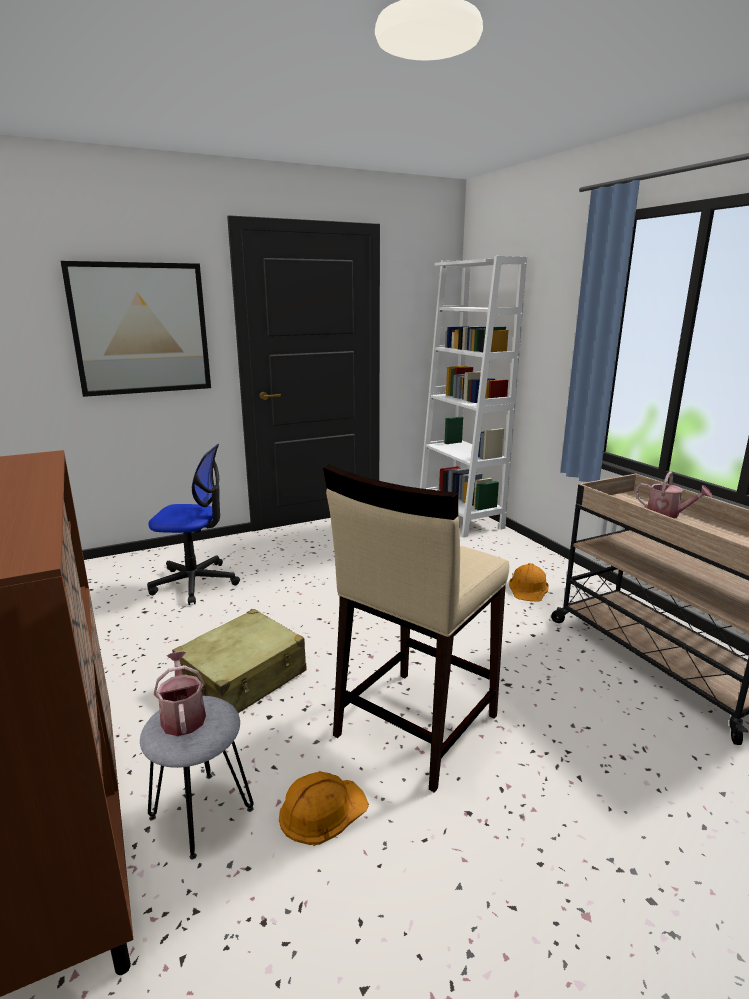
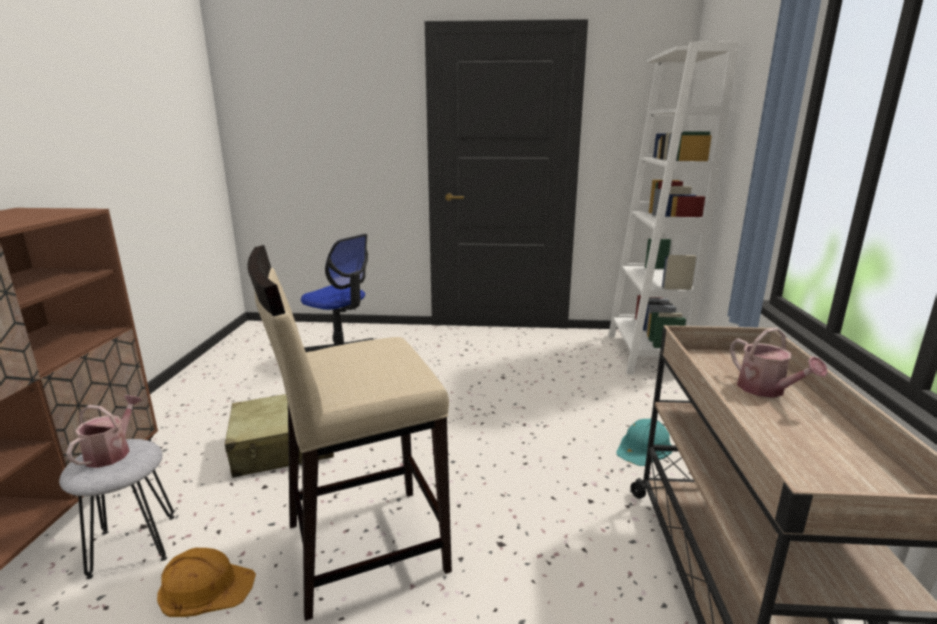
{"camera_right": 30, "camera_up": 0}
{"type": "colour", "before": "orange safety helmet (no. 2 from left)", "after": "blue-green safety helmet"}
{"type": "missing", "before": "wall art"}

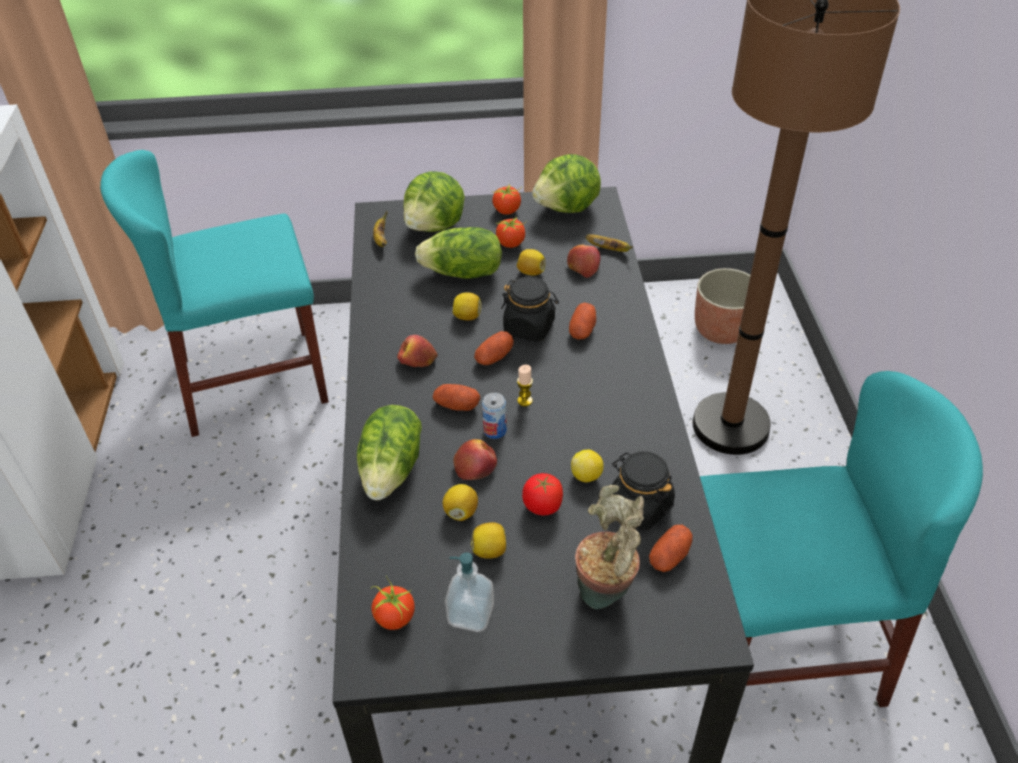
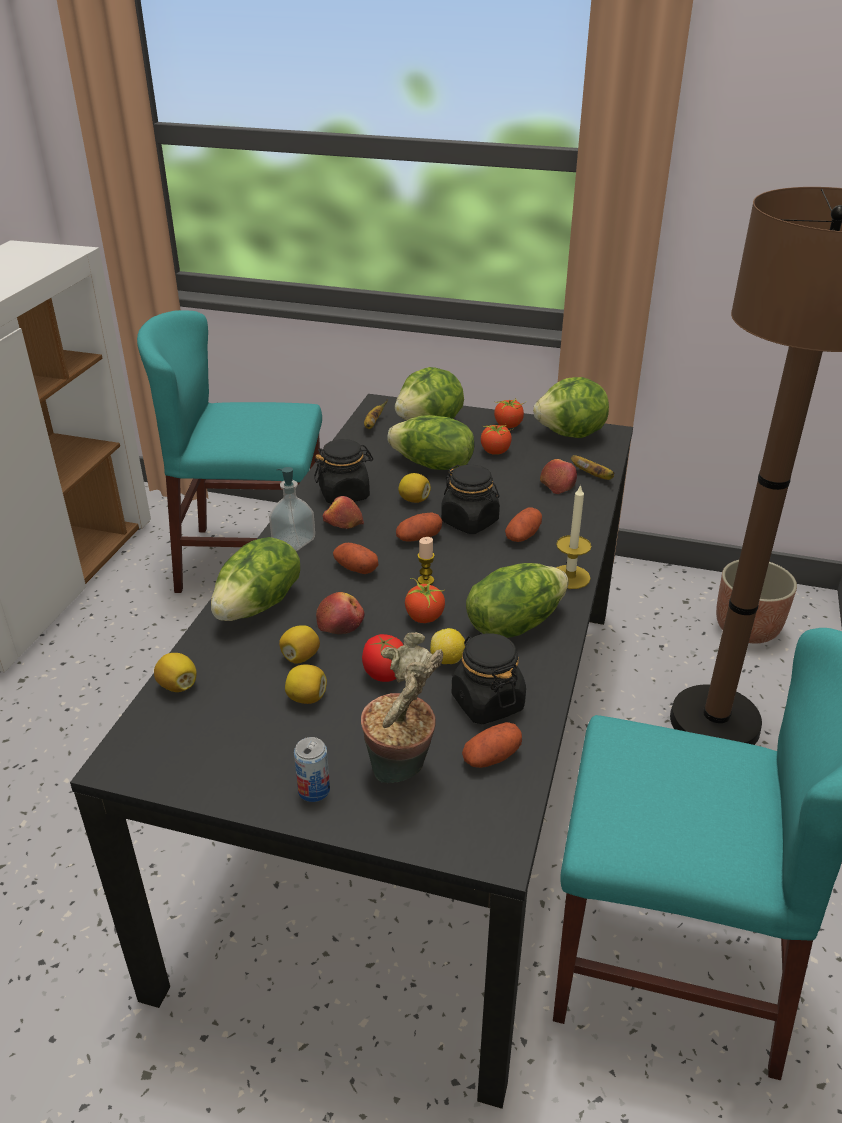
{"camera_right": 20, "camera_up": -10}
{"type": "relocated", "before": "whole lemon (no. 4 from left in the first image)", "after": "whole lemon (no. 1 from left)"}
{"type": "relocated", "before": "soap dispenser"}
{"type": "relocated", "before": "metal can"}
{"type": "appeared", "after": "black preserve jar (no. 1 from left)"}
{"type": "relocated", "before": "tomato (no. 1 from left in the first image)", "after": "tomato (no. 2 from left)"}
{"type": "appeared", "after": "lettuce head (no. 4 from left)"}
{"type": "appeared", "after": "candle (no. 2 from left)"}

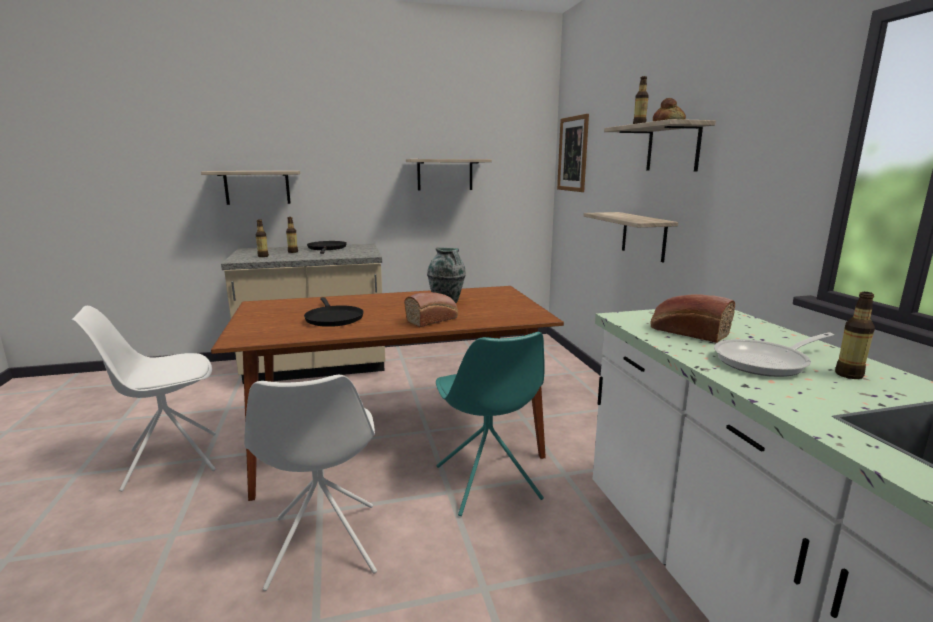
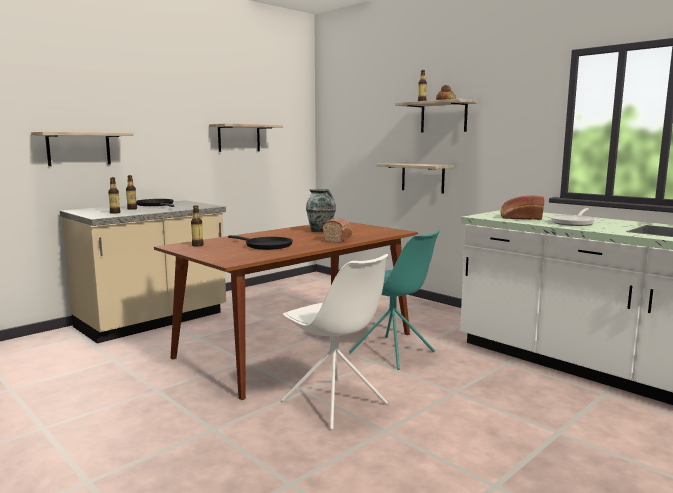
{"camera_right": -30, "camera_up": -5}
{"type": "relocated", "before": "bottle (no. 4 from left in the first image)", "after": "bottle (no. 3 from left)"}
{"type": "missing", "before": "whitish plain chair (no. 1 from left)"}
{"type": "missing", "before": "wall art"}

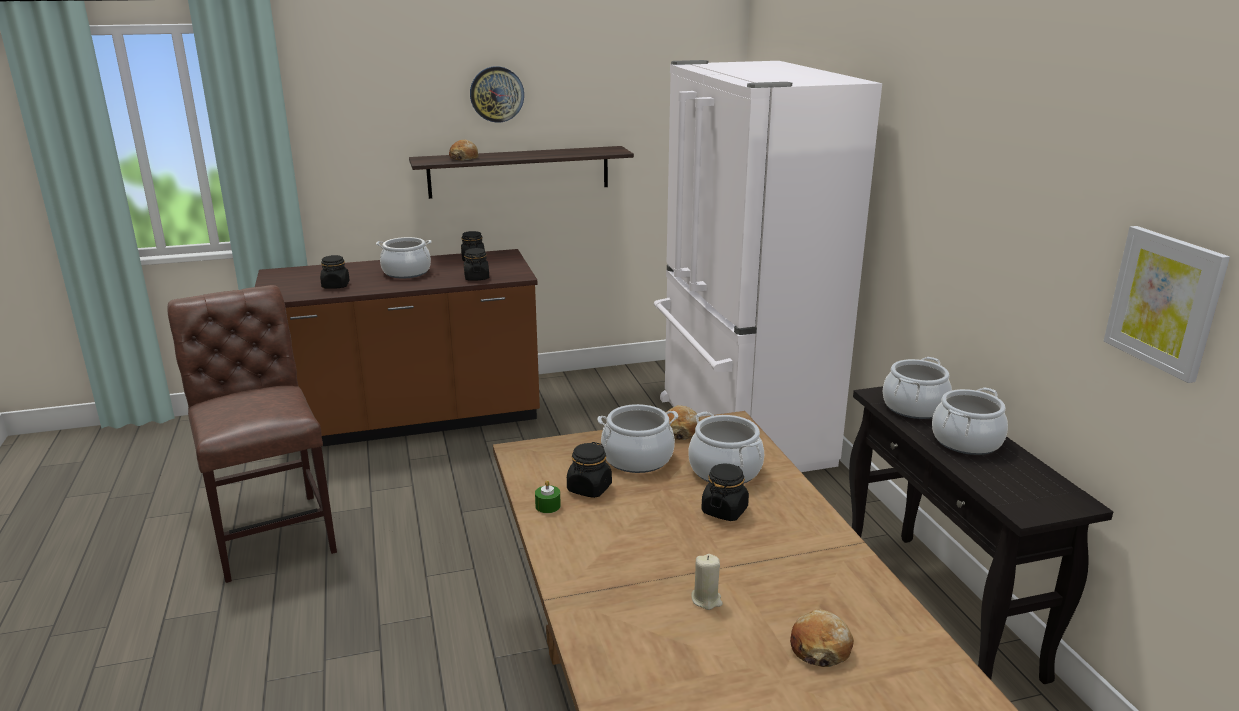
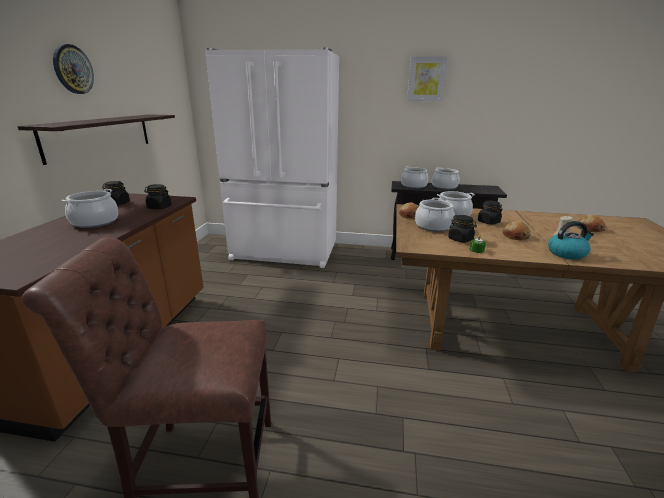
{"camera_right": -65, "camera_up": 0}
{"type": "relocated", "before": "wall art"}
{"type": "relocated", "before": "baked bread (no. 1 from left in the first image)", "after": "baked bread (no. 2 from left)"}
{"type": "appeared", "after": "tea kettle"}
{"type": "missing", "before": "black preserve jar (no. 1 from left)"}

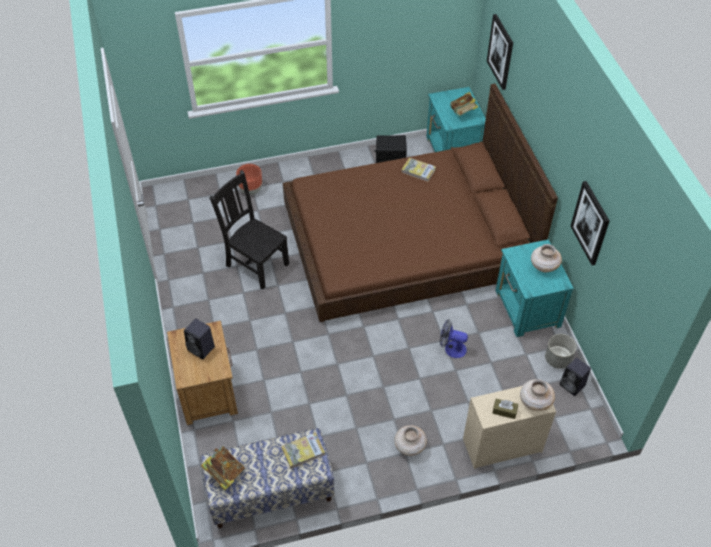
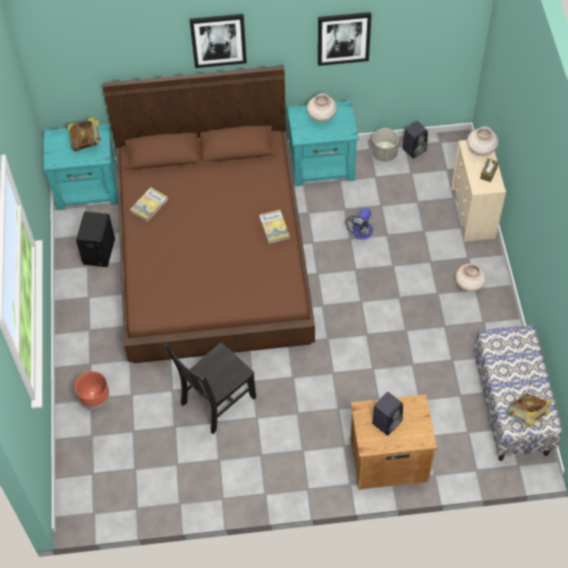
{"camera_right": -80, "camera_up": 5}
{"type": "relocated", "before": "wall art (no. 1 from left)"}
{"type": "relocated", "before": "book (no. 2 from left in the first image)", "after": "book (no. 3 from left)"}

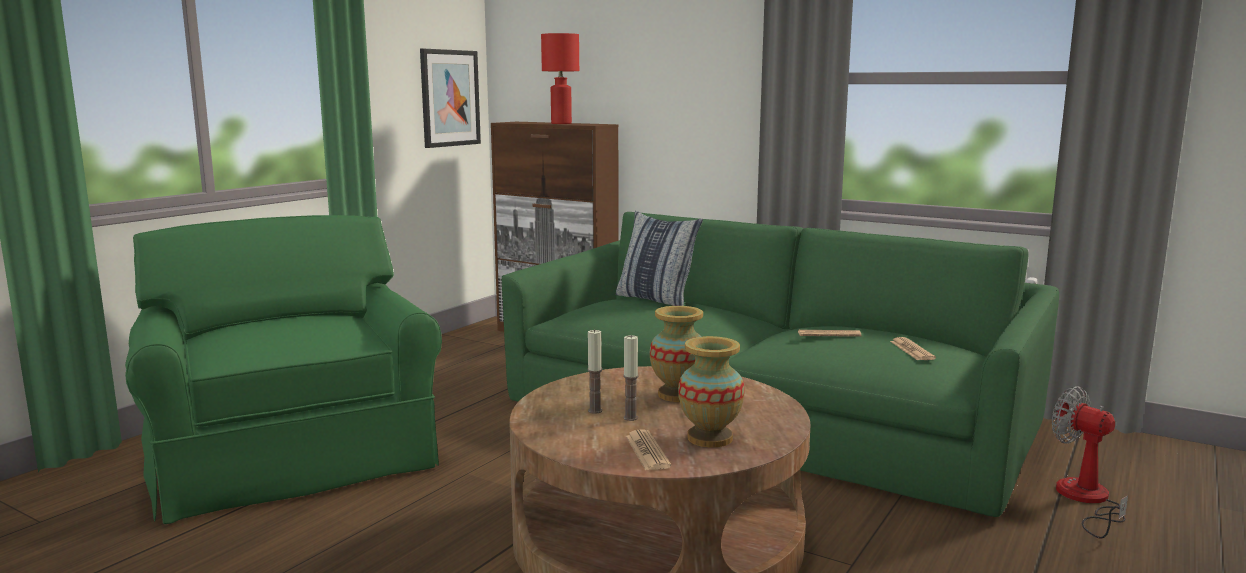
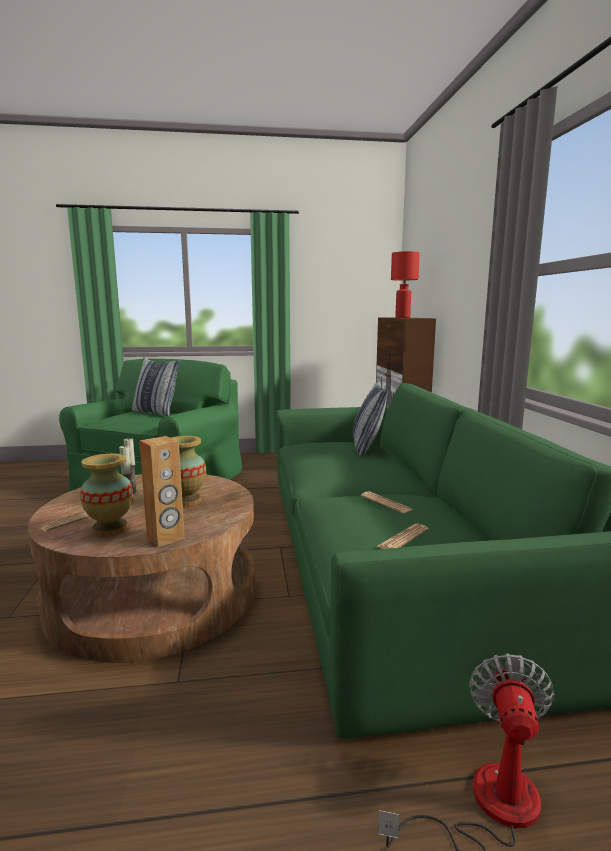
{"camera_right": 50, "camera_up": 0}
{"type": "appeared", "after": "pillow (no. 1 from left)"}
{"type": "appeared", "after": "brownish speaker"}
{"type": "missing", "before": "wall art"}

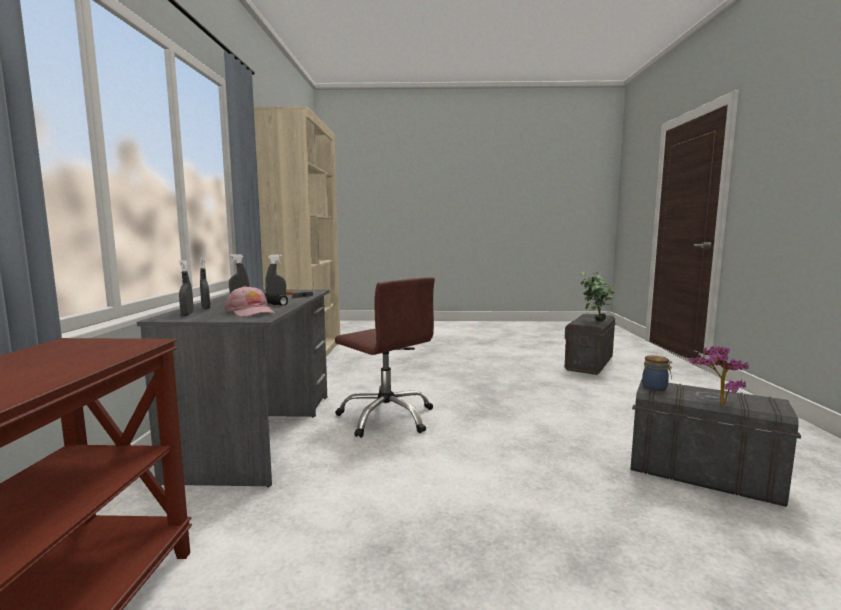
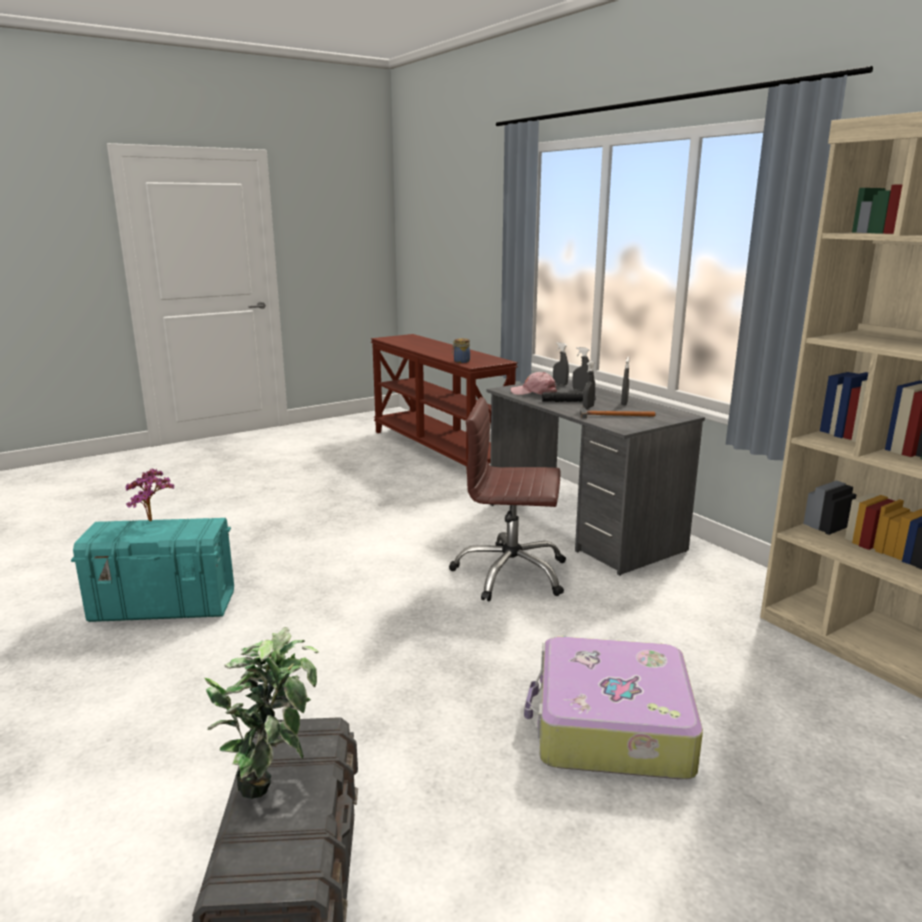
{"camera_right": 145, "camera_up": 10}
{"type": "colour", "before": "grey storage box (no. 2 from left)", "after": "blue-green storage box"}
{"type": "relocated", "before": "preserve jar"}
{"type": "appeared", "after": "suitcase"}

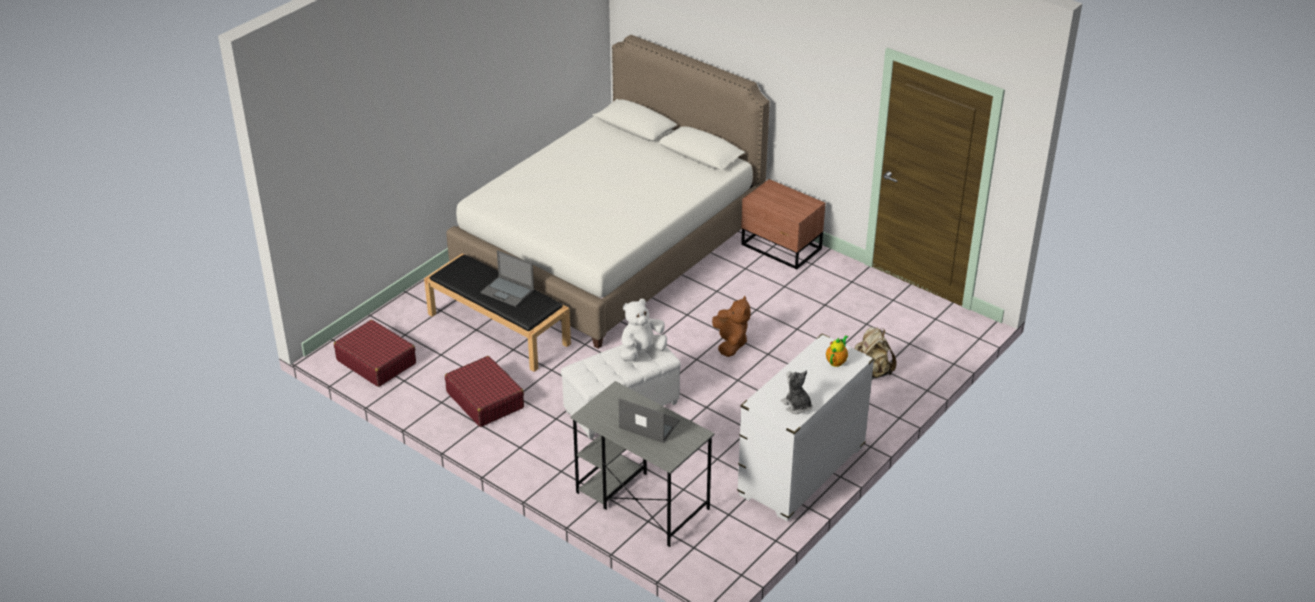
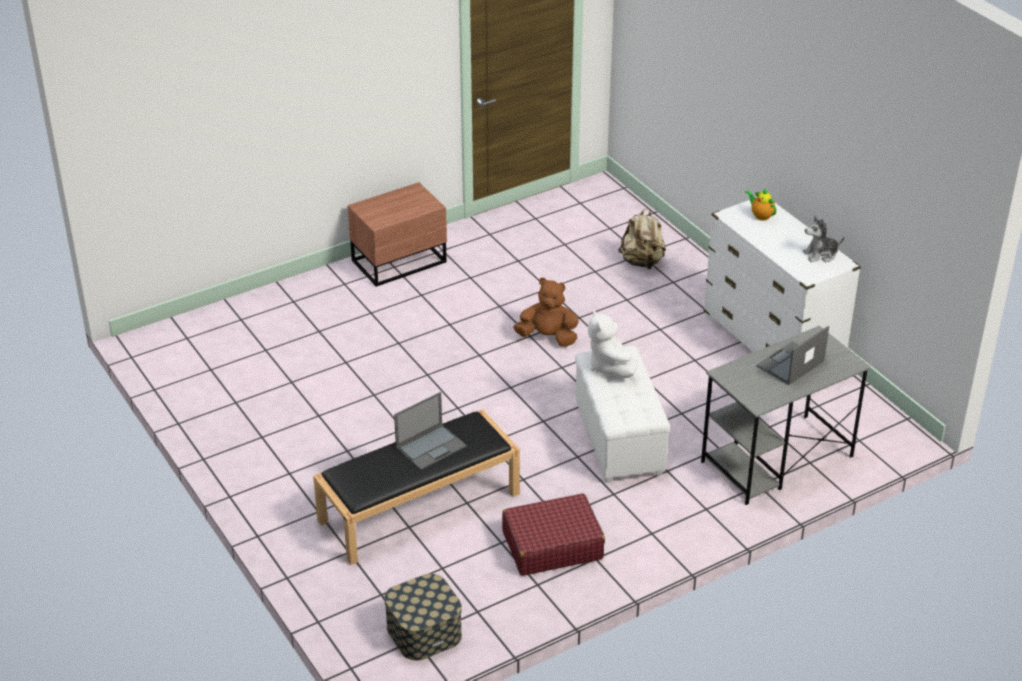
{"camera_right": -70, "camera_up": 0}
{"type": "exchanged", "before": "red-coloured suitcase (no. 1 from left)", "after": "storage box"}
{"type": "missing", "before": "whitish bed"}

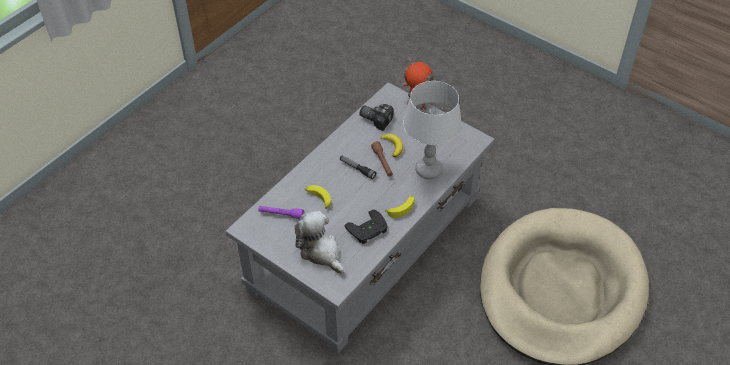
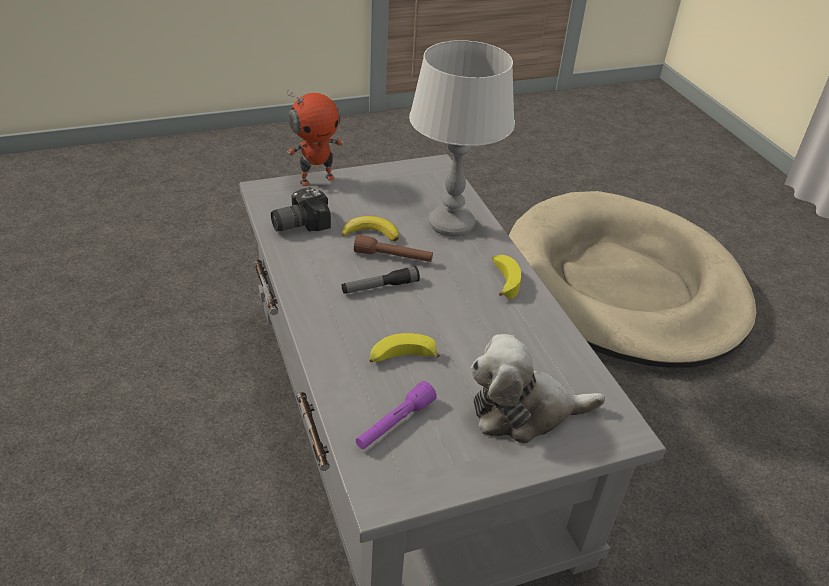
{"camera_right": -60, "camera_up": -10}
{"type": "missing", "before": "black game controller"}

